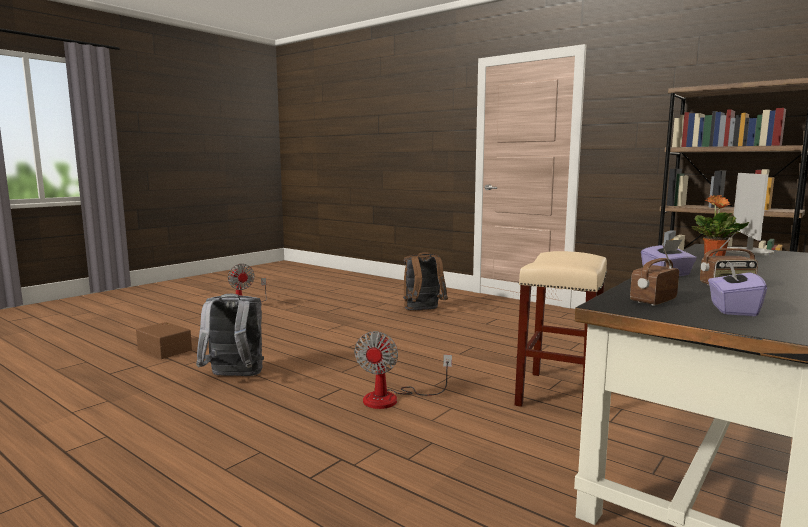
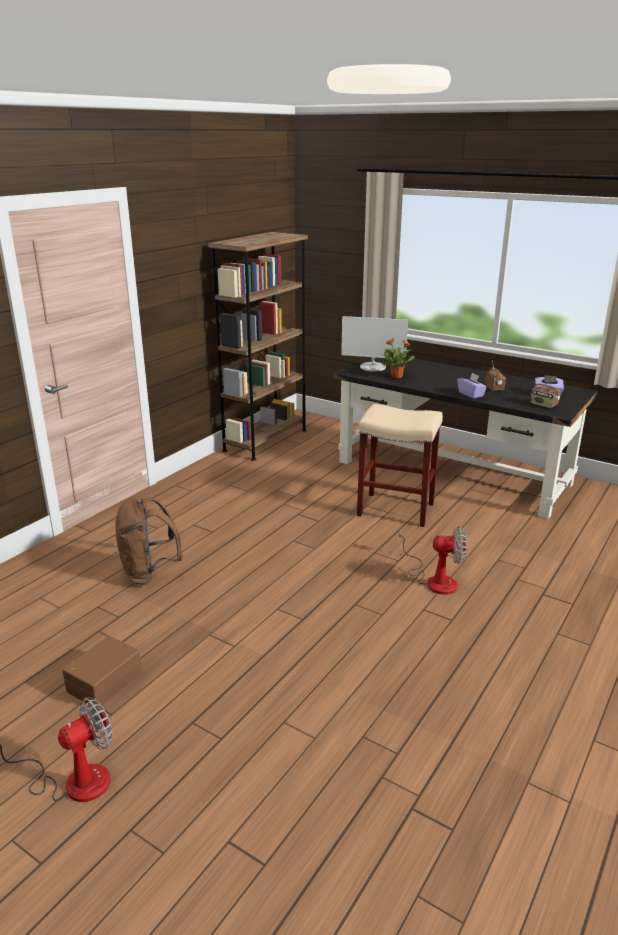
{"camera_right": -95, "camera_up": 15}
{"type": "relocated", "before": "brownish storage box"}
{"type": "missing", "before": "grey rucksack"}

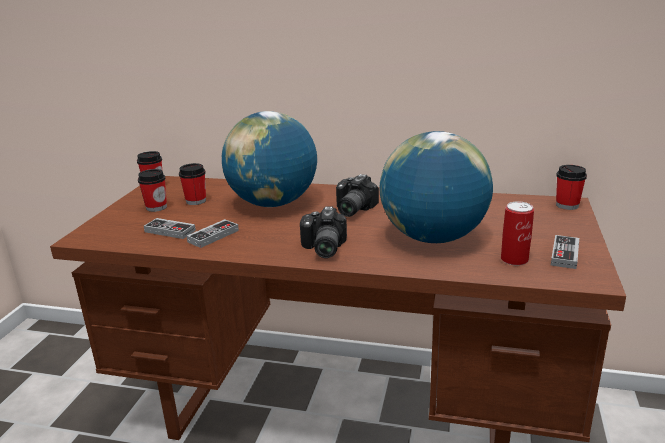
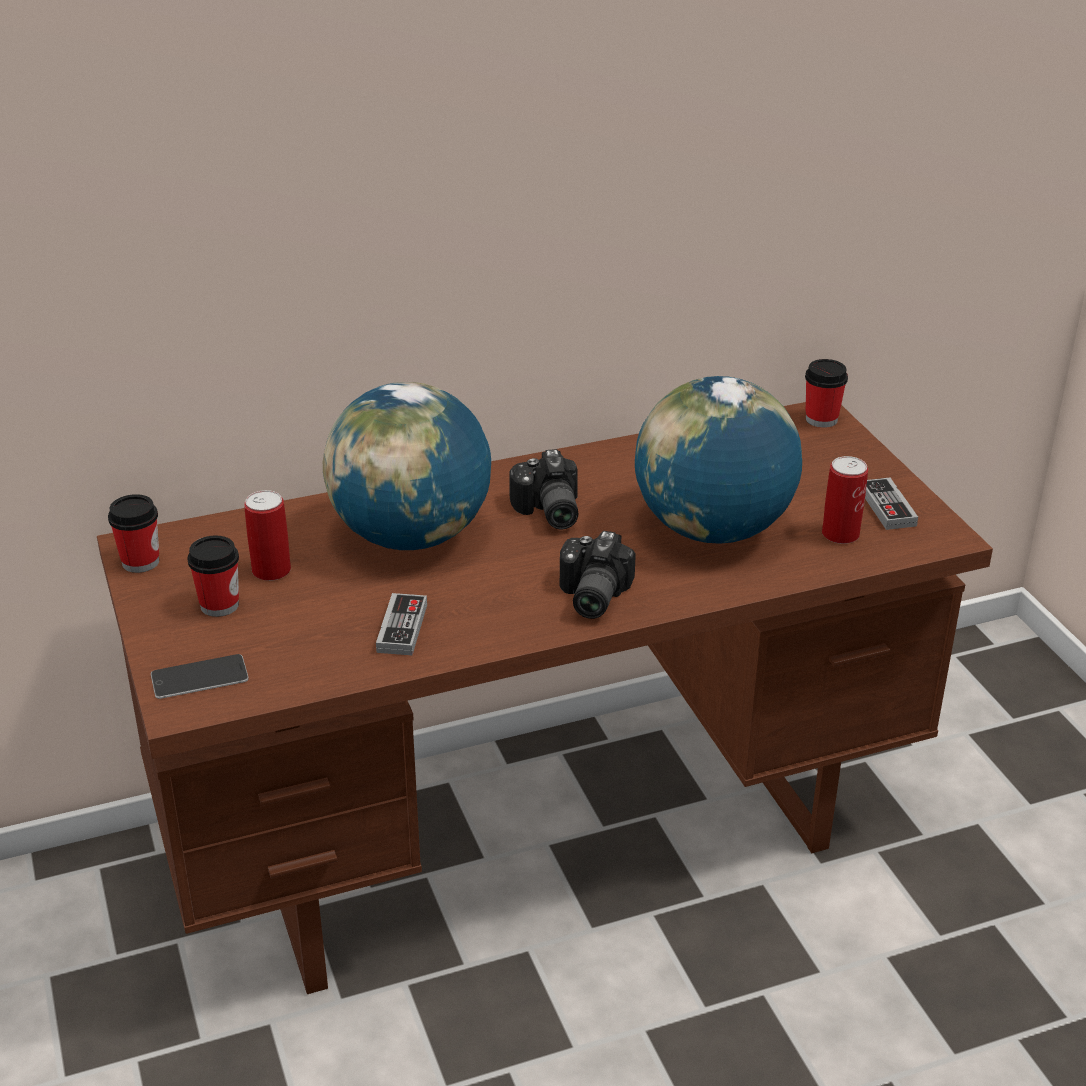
{"camera_right": -35, "camera_up": 10}
{"type": "appeared", "after": "handset"}
{"type": "exchanged", "before": "small cup (no. 3 from left)", "after": "metal can (no. 1 from left)"}
{"type": "spun", "before": "still camera (no. 1 from left in the first image)", "turn": 45}
{"type": "missing", "before": "game controller (no. 1 from left)"}

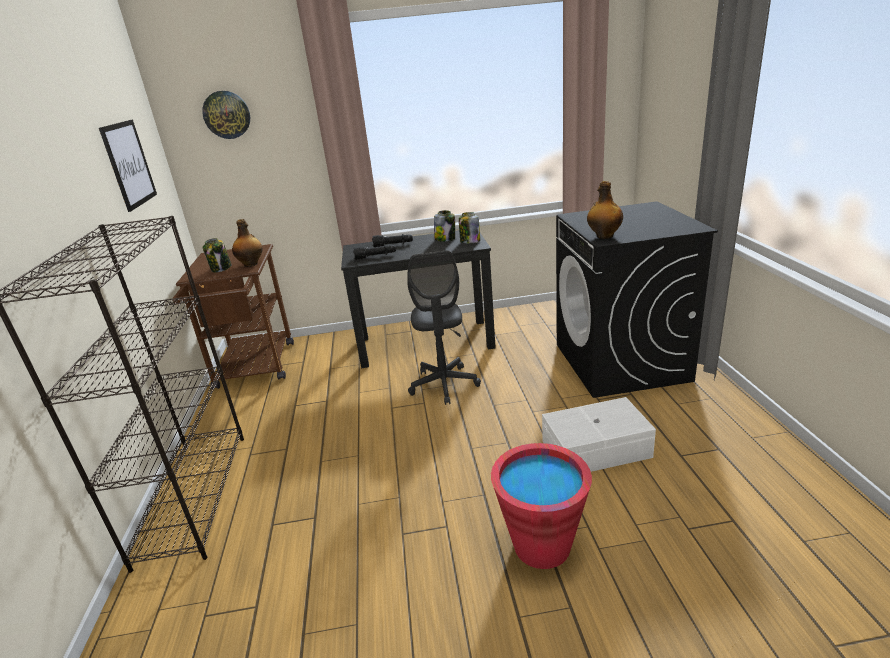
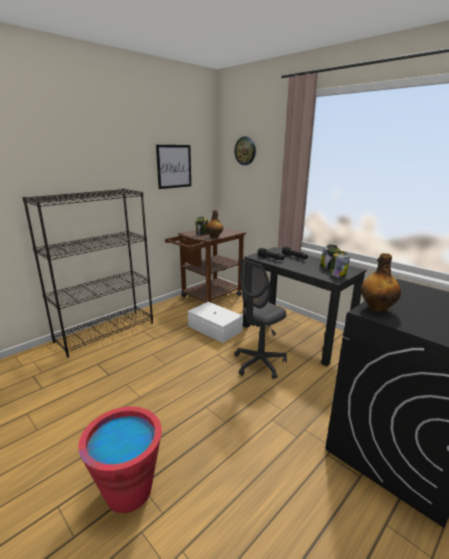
{"camera_right": 50, "camera_up": -5}
{"type": "relocated", "before": "whitish storage box"}

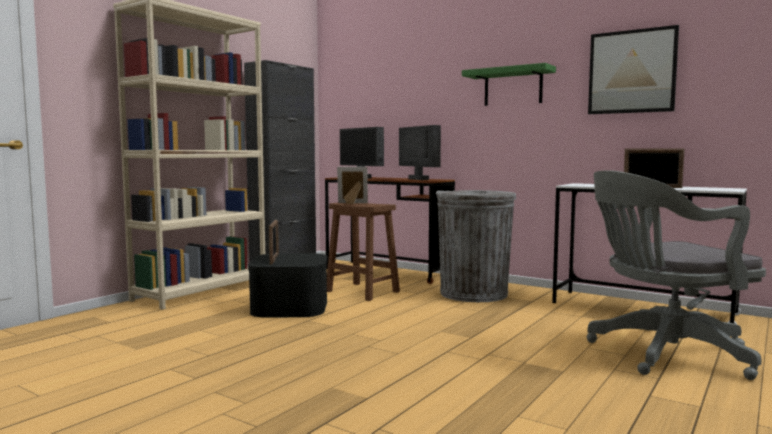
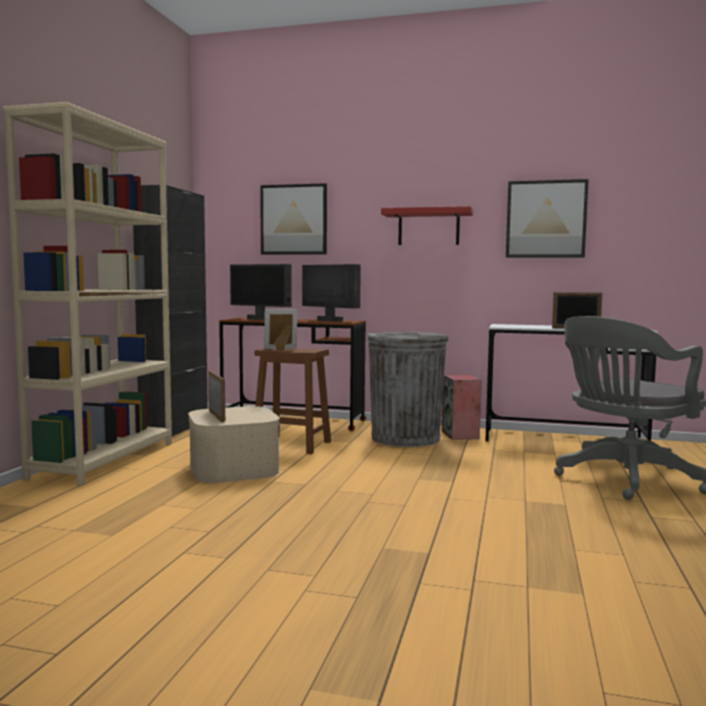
{"camera_right": -20, "camera_up": 0}
{"type": "colour", "before": "black storage box", "after": "beige storage box"}
{"type": "appeared", "after": "wall art (no. 1 from left)"}
{"type": "colour", "before": "green-coloured bracket shelf", "after": "red-coloured bracket shelf"}
{"type": "appeared", "after": "speaker"}

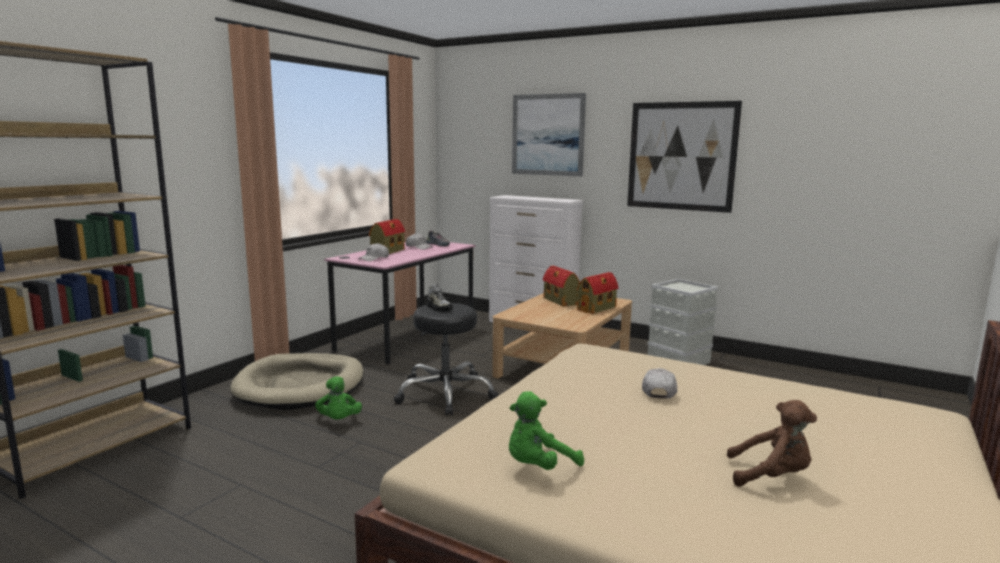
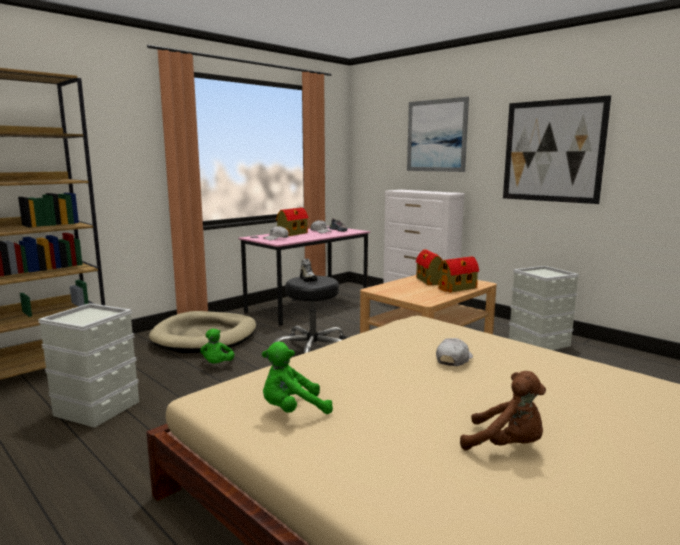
{"camera_right": 15, "camera_up": 0}
{"type": "appeared", "after": "grey storage box (no. 1 from left)"}

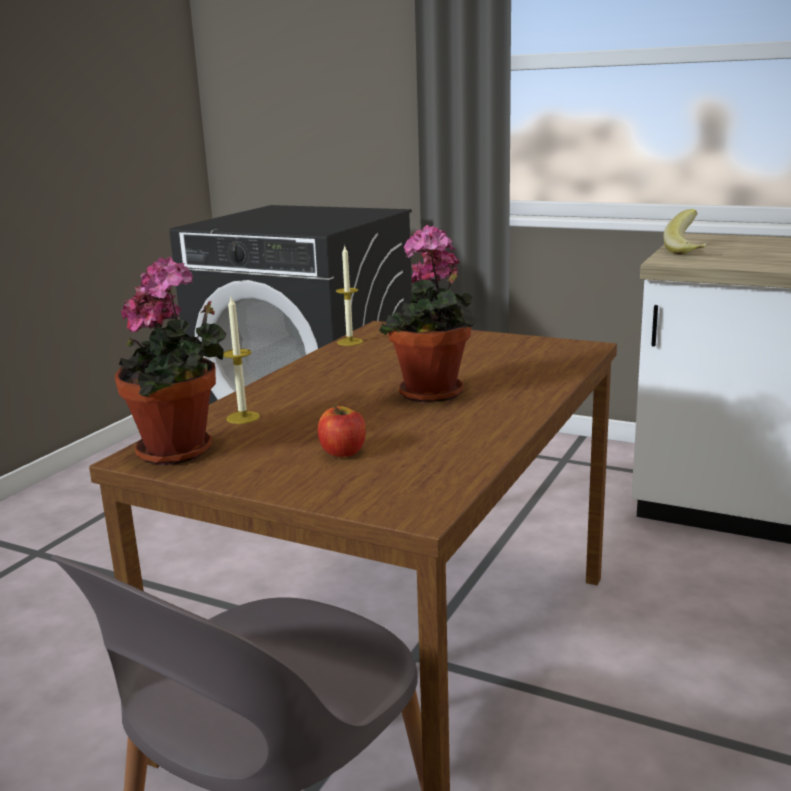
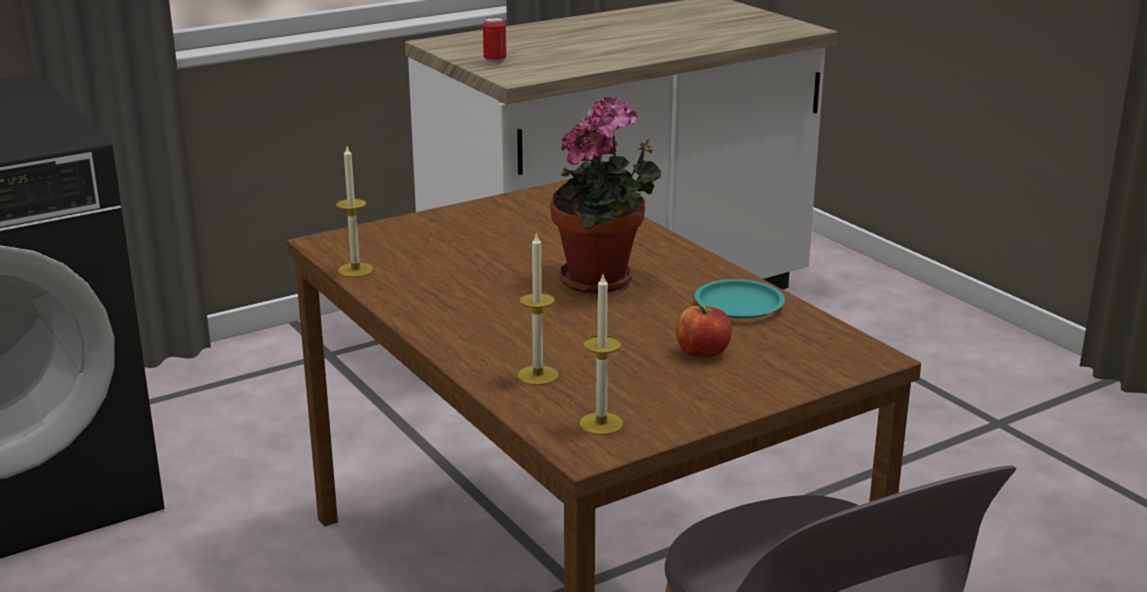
{"camera_right": -60, "camera_up": 5}
{"type": "exchanged", "before": "whole banana", "after": "metal can"}
{"type": "exchanged", "before": "potted plant (no. 1 from left)", "after": "candle (no. 3 from left)"}
{"type": "appeared", "after": "blue-green plate"}

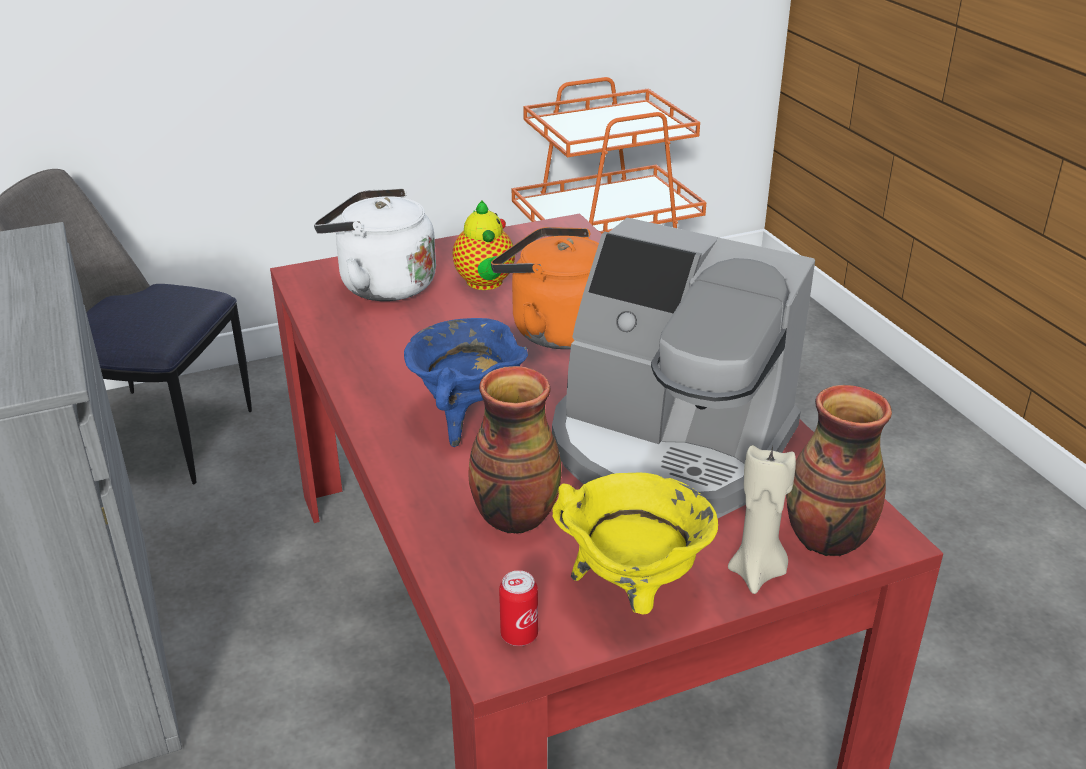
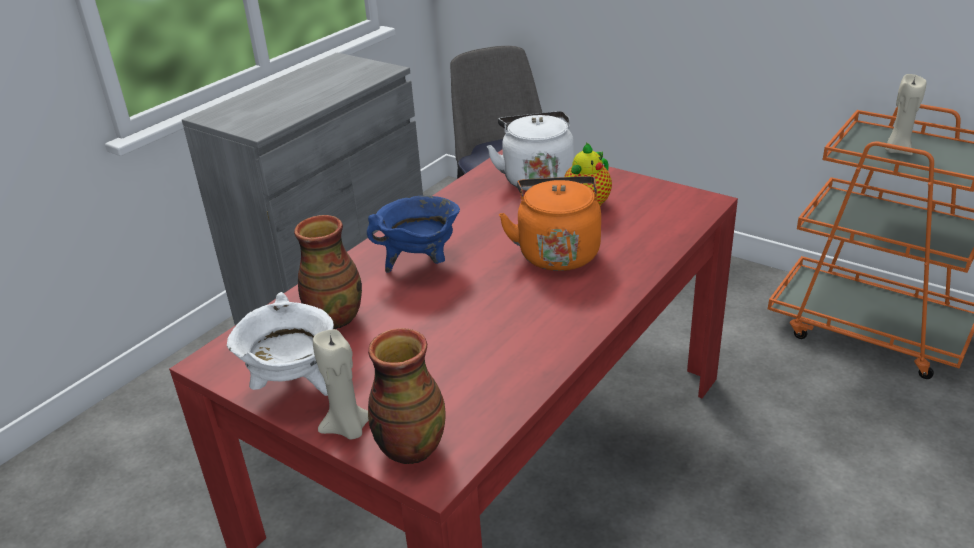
{"camera_right": 60, "camera_up": 0}
{"type": "colour", "before": "yellow-coloured stockpot", "after": "whitish stockpot"}
{"type": "appeared", "after": "beige candle (no. 2 from left)"}
{"type": "missing", "before": "metal can"}
{"type": "missing", "before": "coffee machine"}

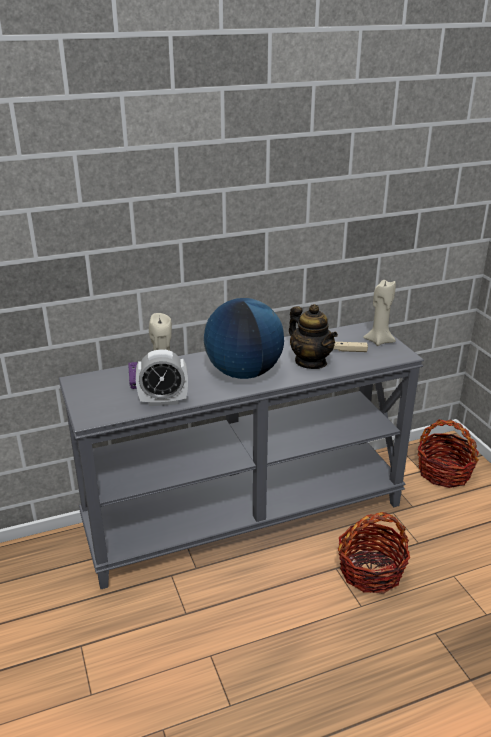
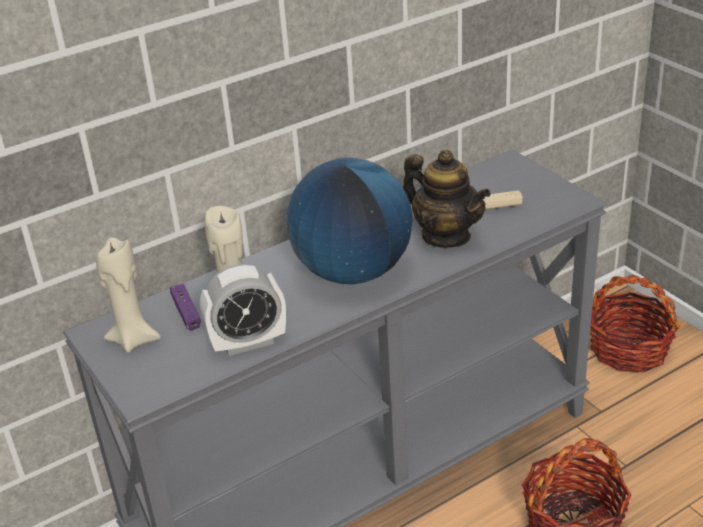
{"camera_right": -10, "camera_up": 5}
{"type": "relocated", "before": "beige candle (no. 2 from left in the first image)", "after": "beige candle (no. 1 from left)"}

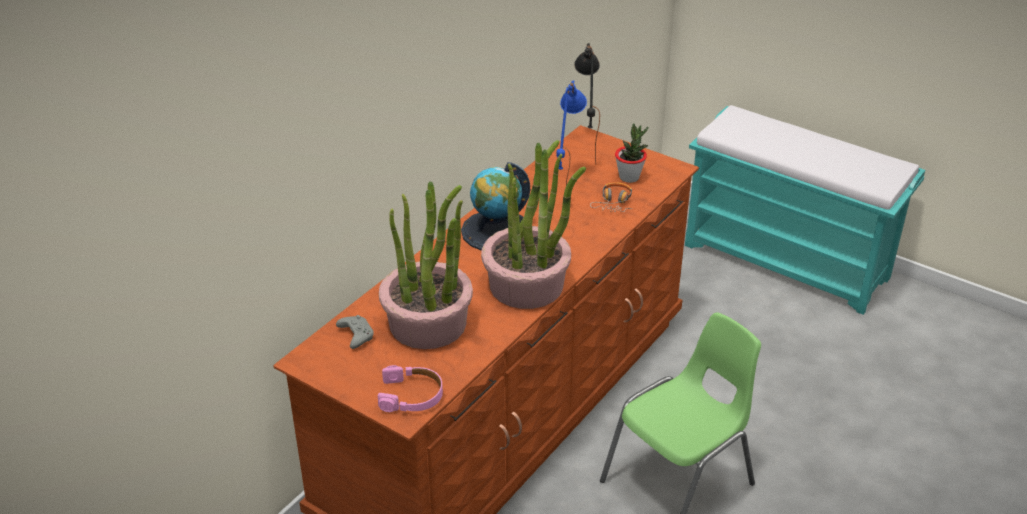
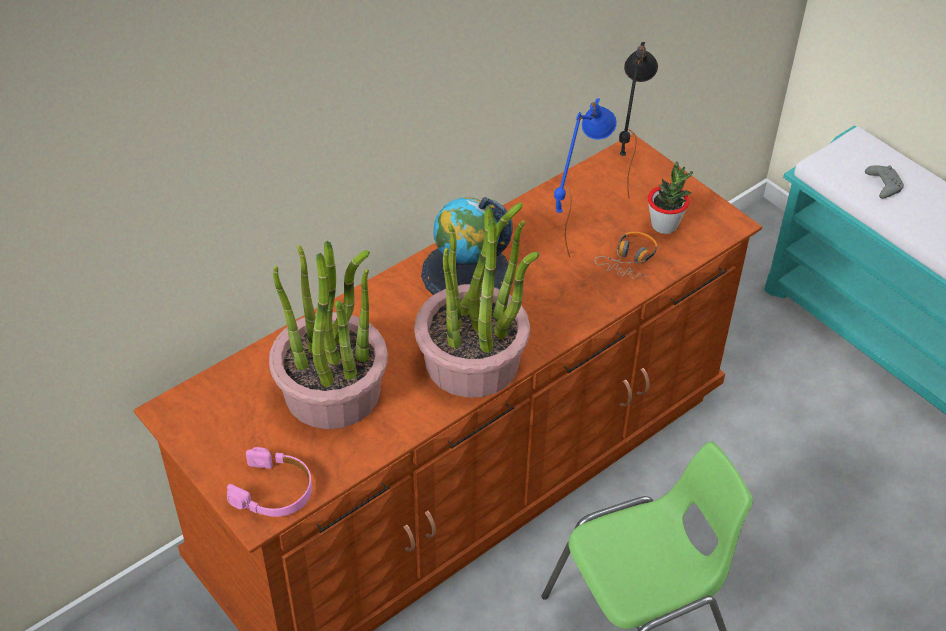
{"camera_right": 15, "camera_up": 10}
{"type": "relocated", "before": "grey game controller"}

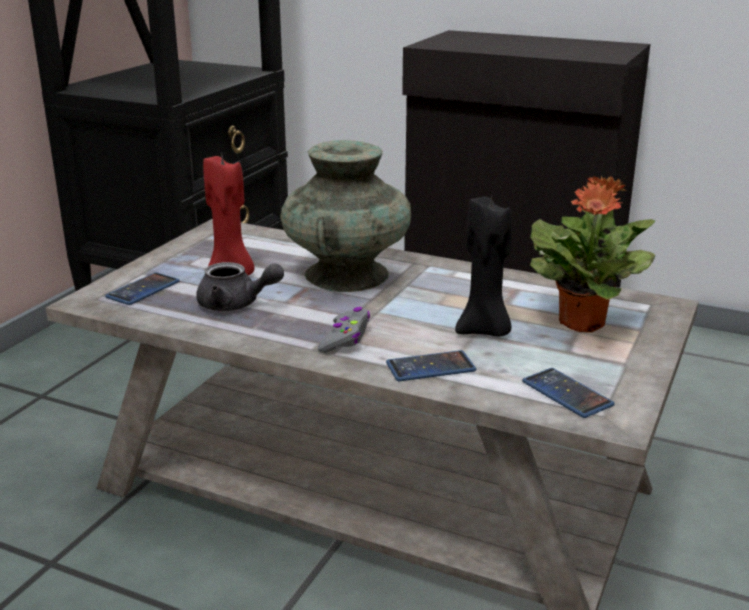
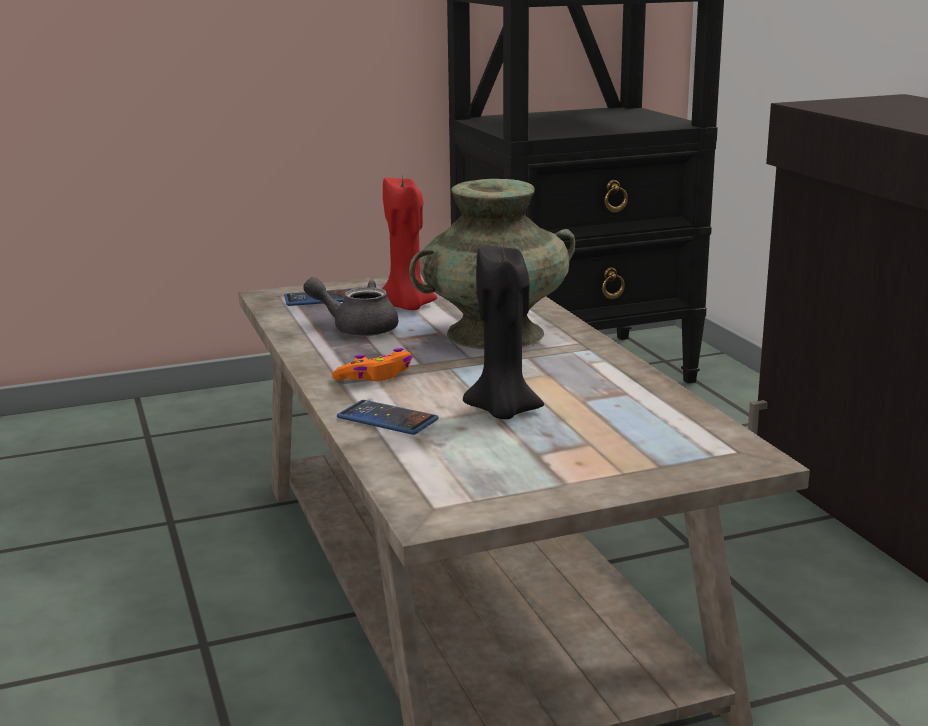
{"camera_right": 45, "camera_up": -5}
{"type": "spun", "before": "grey teapot", "turn": 135}
{"type": "colour", "before": "grey game controller", "after": "orange game controller"}
{"type": "missing", "before": "handset (no. 3 from left)"}
{"type": "missing", "before": "potted plant"}

